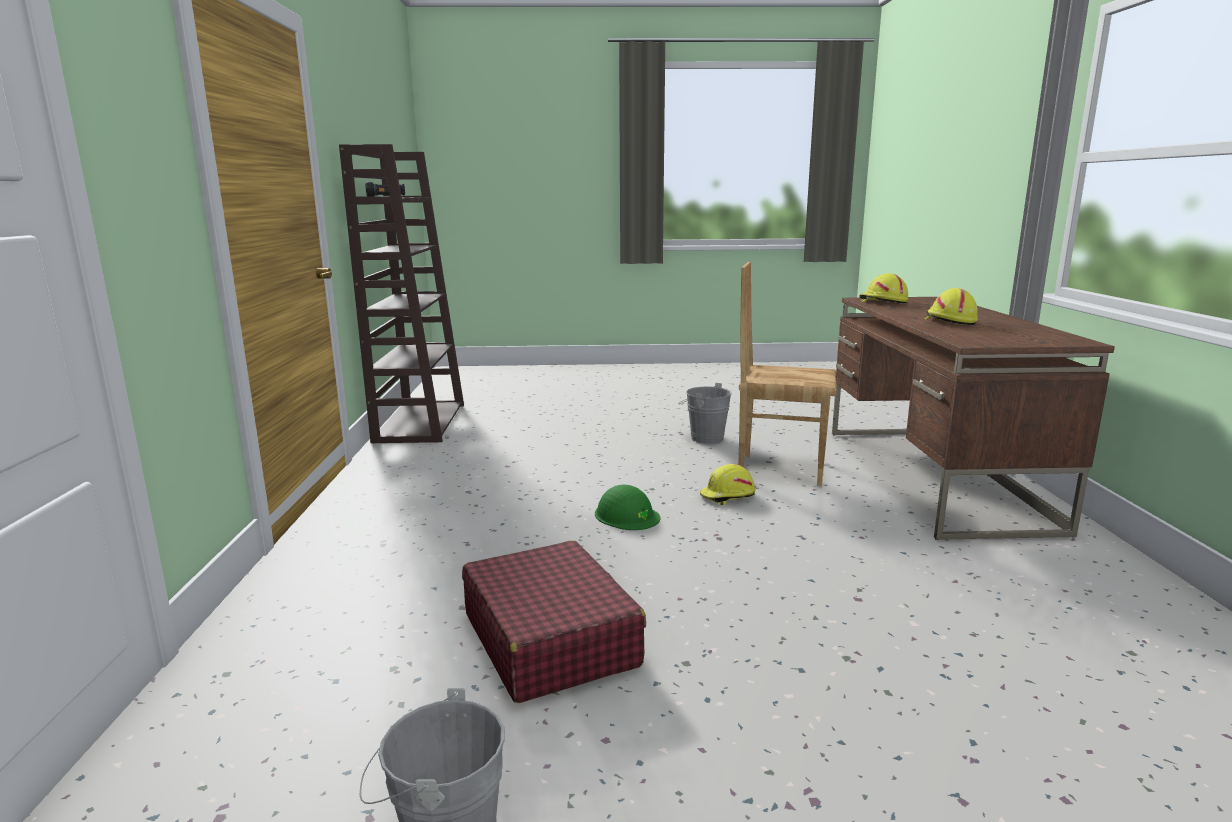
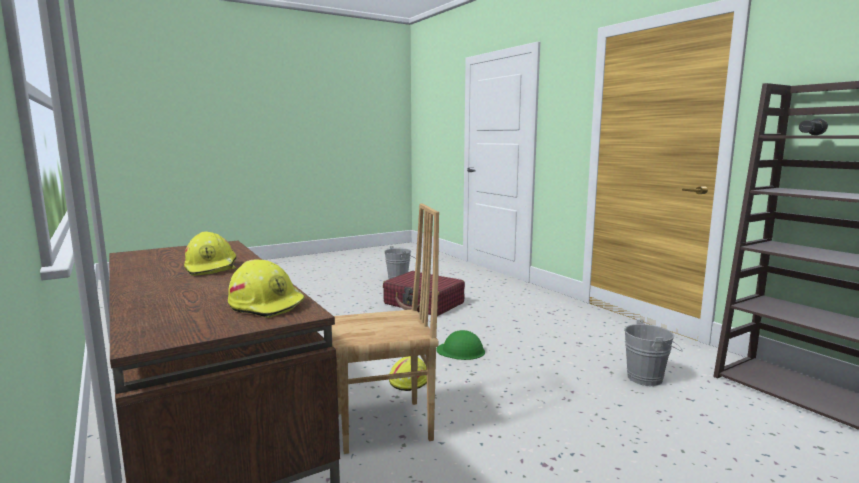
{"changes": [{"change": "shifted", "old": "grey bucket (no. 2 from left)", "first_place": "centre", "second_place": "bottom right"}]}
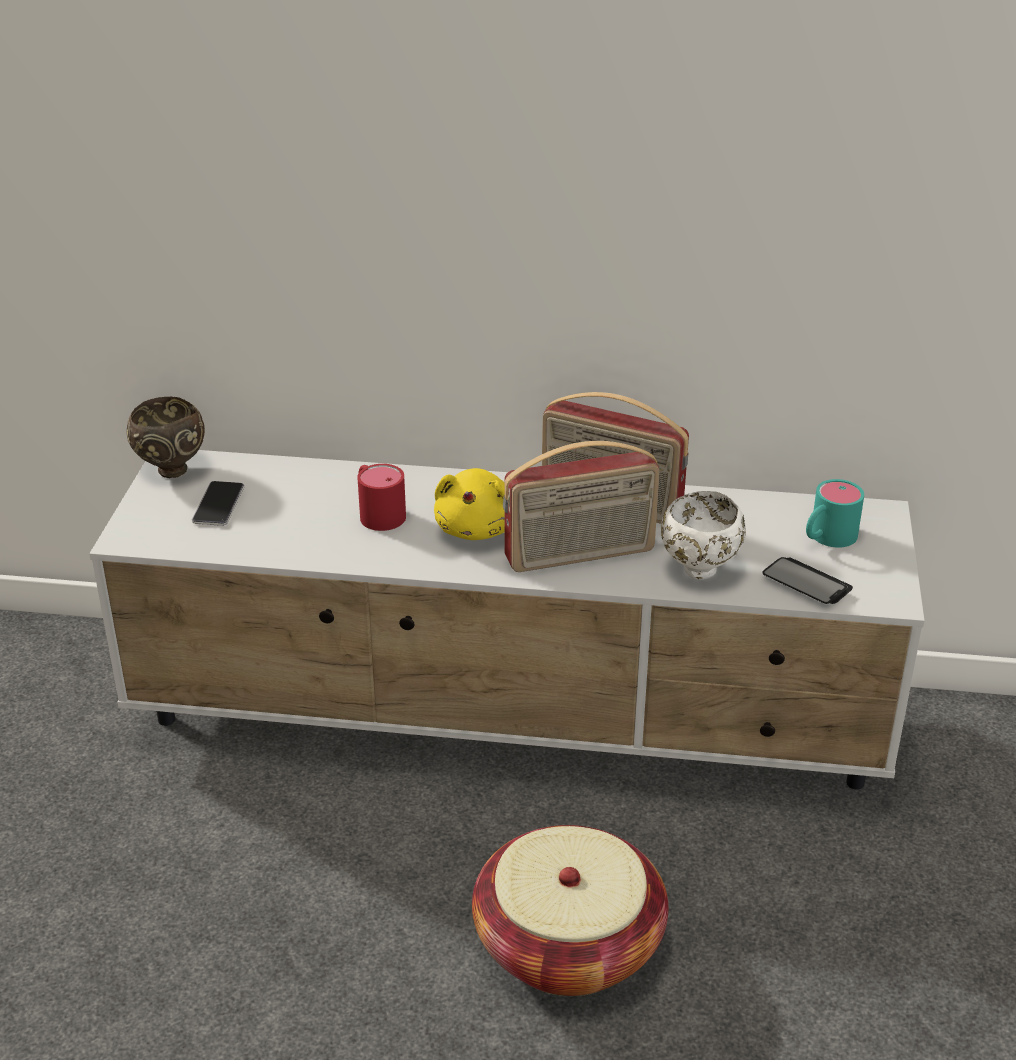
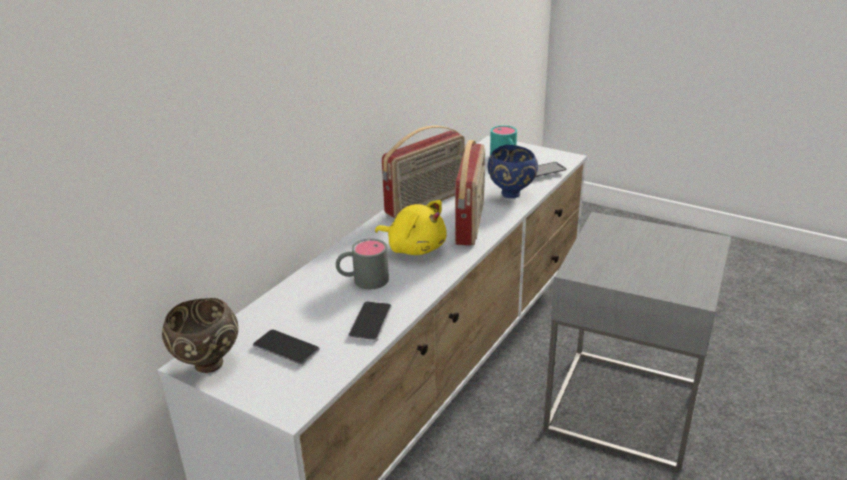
{"changes": [{"change": "repainted", "old": "red mug", "new": "grey mug", "first_place": "centre", "second_place": "centre"}, {"change": "new", "new": "phone (no. 2 from left)", "second_place": "bottom centre"}, {"change": "repainted", "old": "white bowl", "new": "blue bowl", "first_place": "middle right", "second_place": "centre"}, {"change": "swapped", "old": "basket", "new": "grey side table", "first_place": "bottom centre", "second_place": "bottom right"}]}
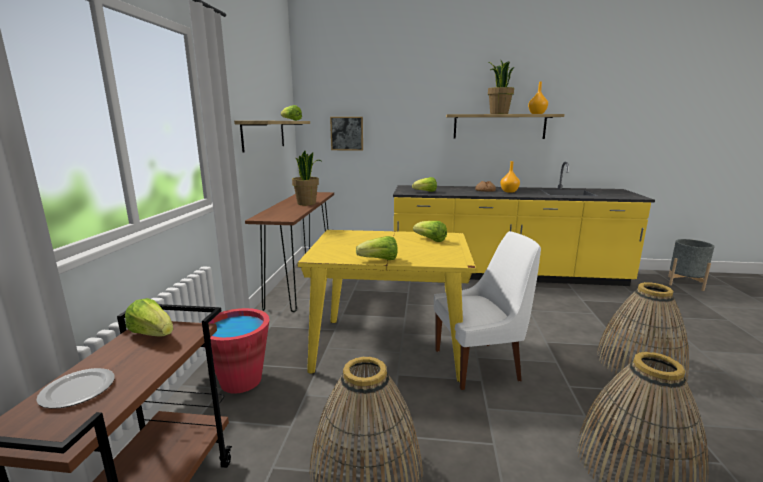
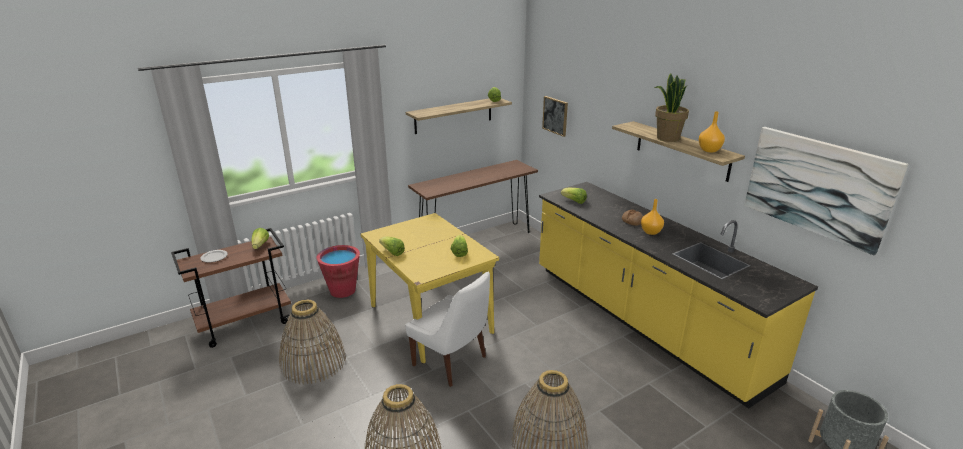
{"changes": [{"change": "new", "new": "picture (no. 2 from left)", "second_place": "middle right"}, {"change": "gone", "old": "potted plant (no. 1 from left)", "first_place": "centre"}]}
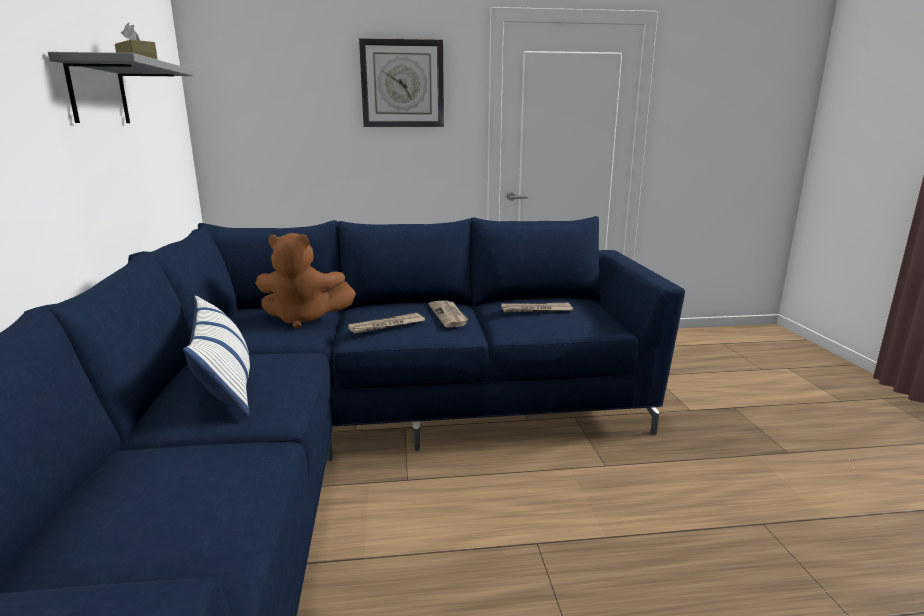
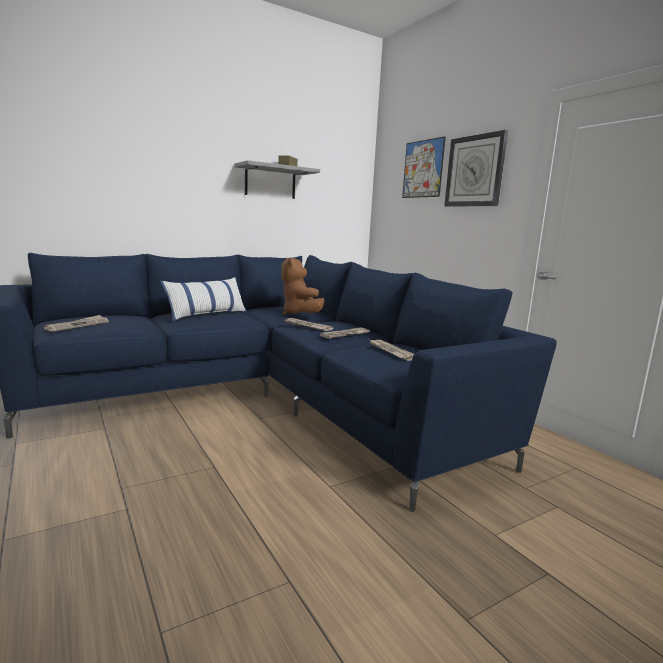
{"changes": [{"change": "new", "new": "newspaper (no. 1 from left)", "second_place": "middle left"}, {"change": "new", "new": "picture", "second_place": "top centre"}]}
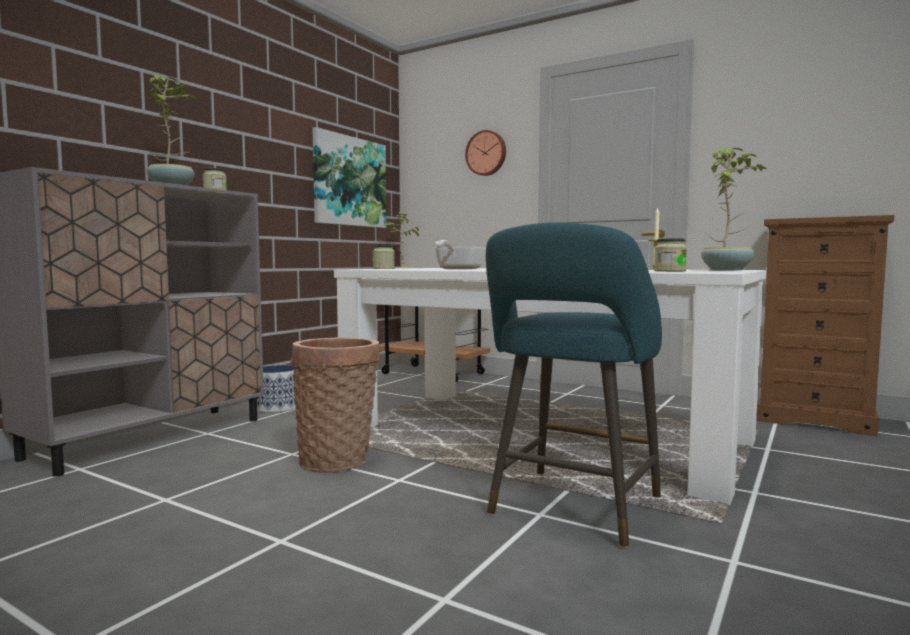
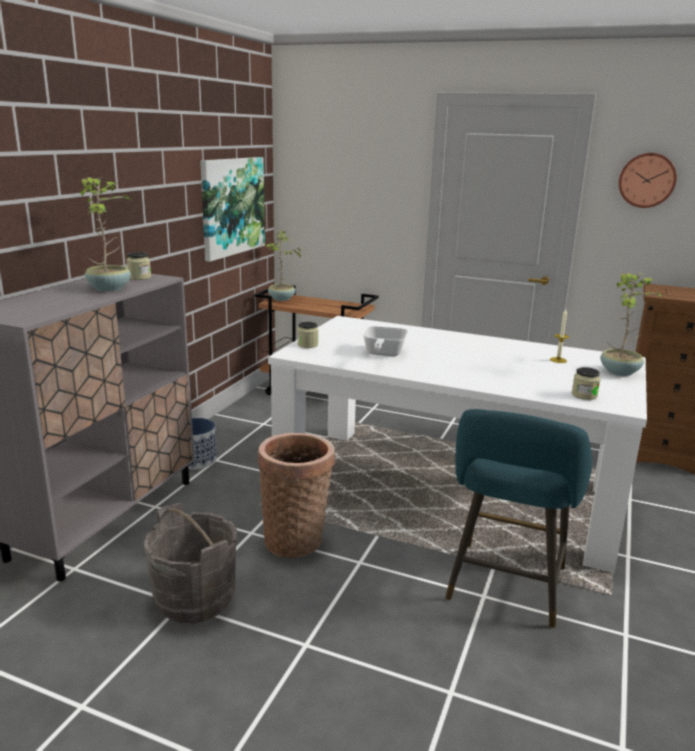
{"changes": [{"change": "new", "new": "grey bucket", "second_place": "bottom left"}, {"change": "shifted", "old": "wall clock", "first_place": "top centre", "second_place": "top right"}]}
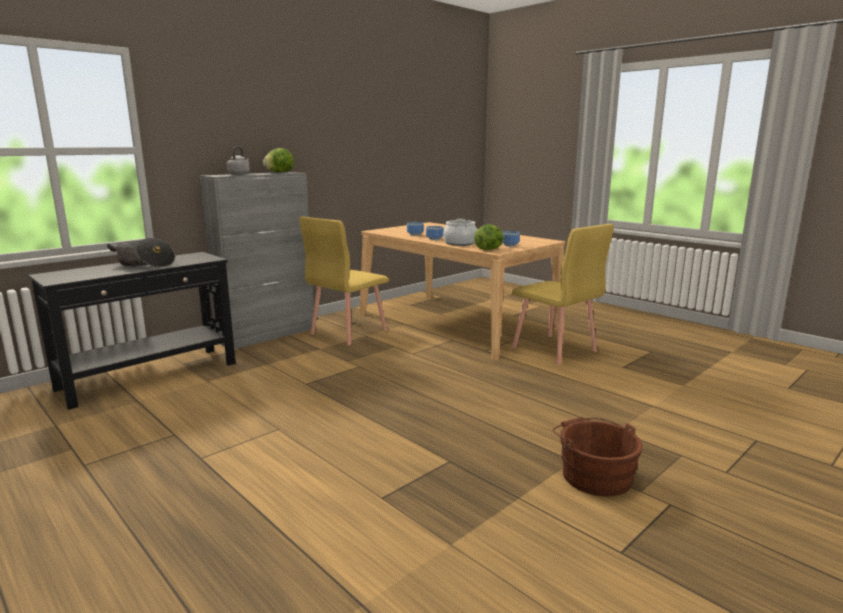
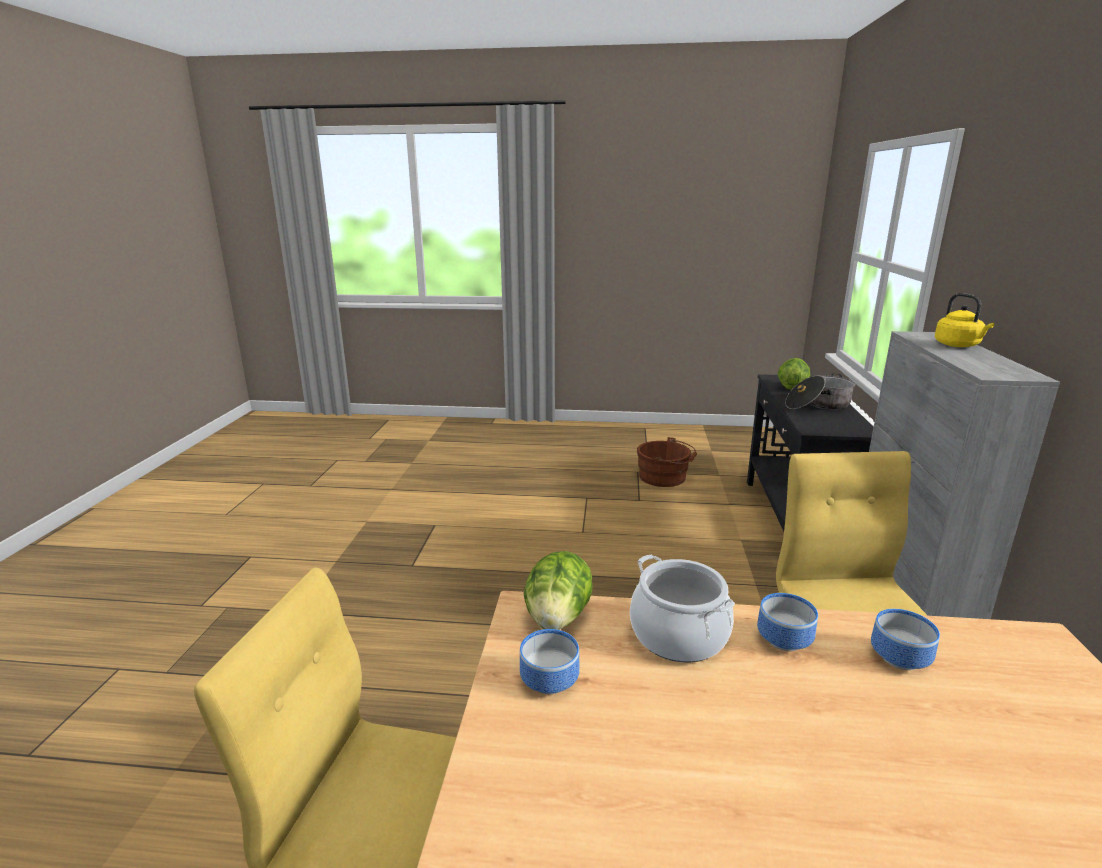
{"changes": [{"change": "shifted", "old": "brown bucket", "first_place": "bottom right", "second_place": "centre"}, {"change": "shifted", "old": "lettuce (no. 1 from left in the first image)", "new": "lettuce (no. 2 from left)", "first_place": "top left", "second_place": "middle right"}, {"change": "repainted", "old": "grey kettle", "new": "yellow kettle", "first_place": "top left", "second_place": "middle right"}]}
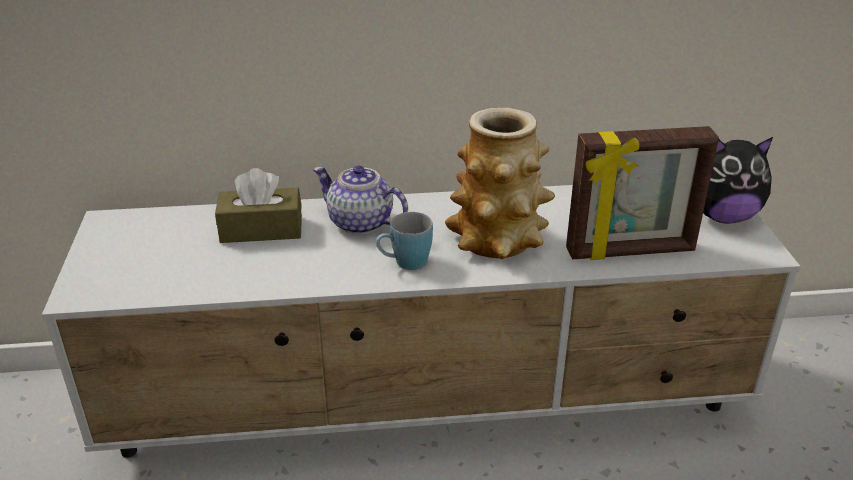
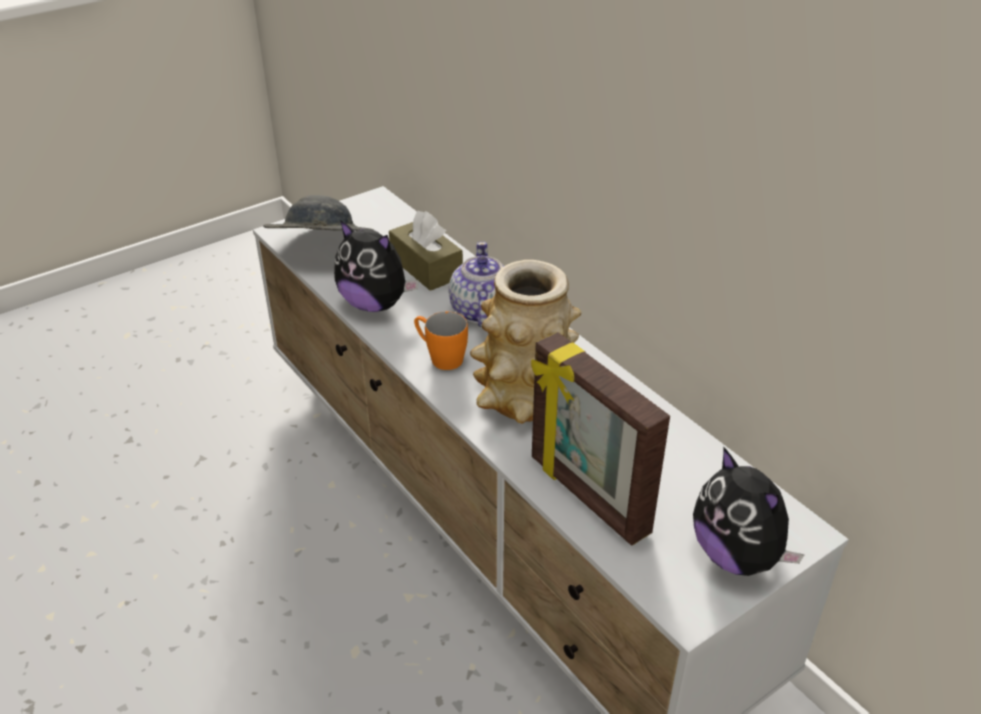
{"changes": [{"change": "new", "new": "grey hat", "second_place": "top left"}, {"change": "new", "new": "plush toy (no. 1 from left)", "second_place": "centre"}, {"change": "repainted", "old": "blue mug", "new": "orange mug", "first_place": "centre", "second_place": "centre"}]}
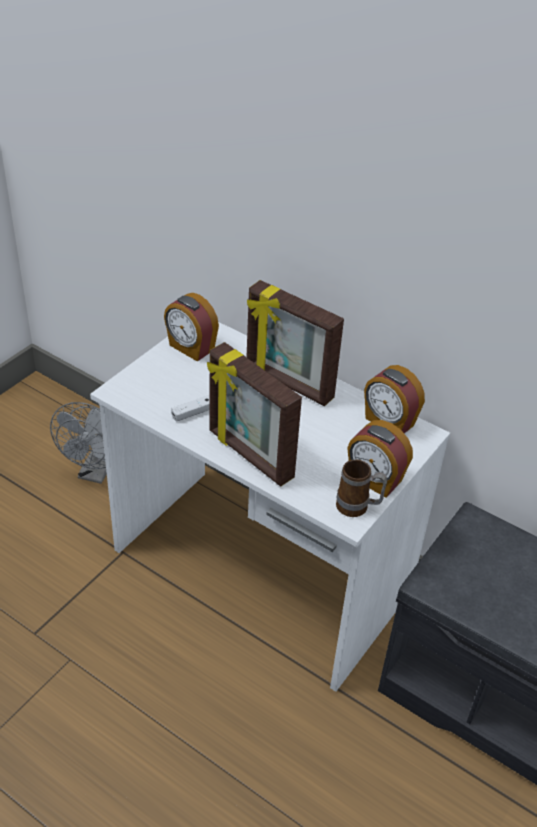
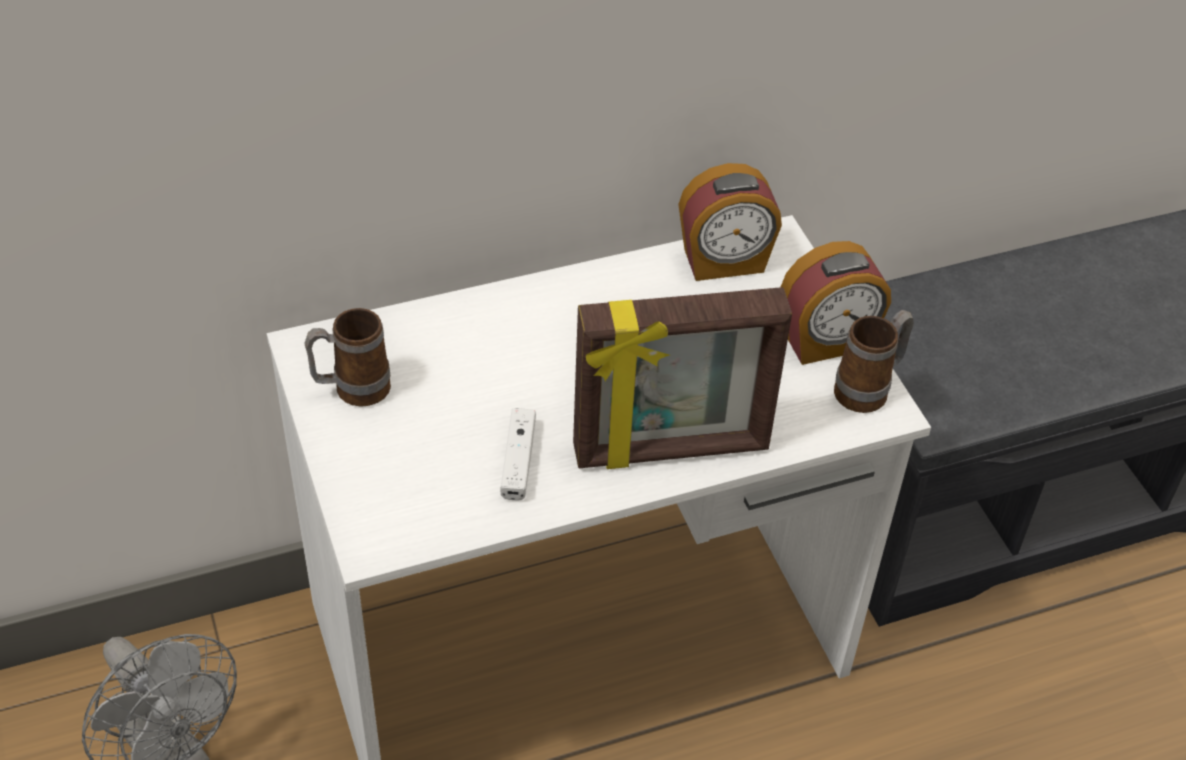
{"changes": [{"change": "swapped", "old": "alarm clock (no. 1 from left)", "new": "mug (no. 1 from left)", "first_place": "centre", "second_place": "middle left"}, {"change": "gone", "old": "picture frame (no. 2 from left)", "first_place": "centre"}]}
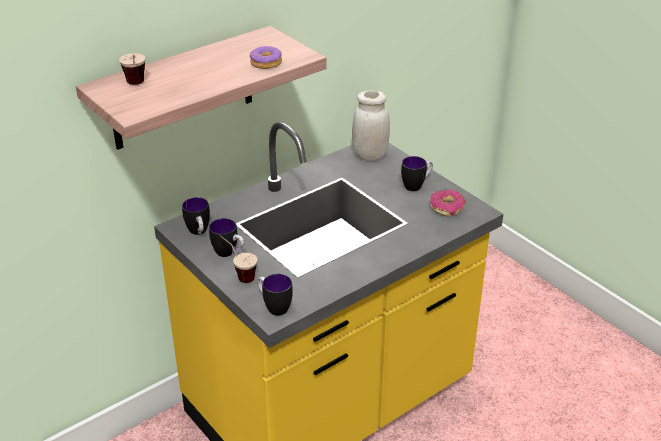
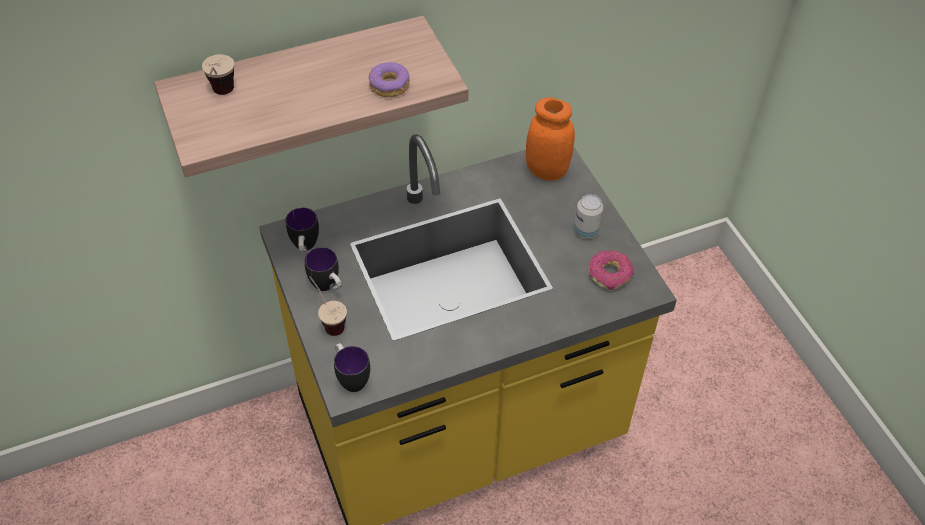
{"changes": [{"change": "repainted", "old": "white jar", "new": "orange jar", "first_place": "top centre", "second_place": "top centre"}, {"change": "swapped", "old": "mug (no. 4 from left)", "new": "can", "first_place": "centre", "second_place": "centre"}]}
